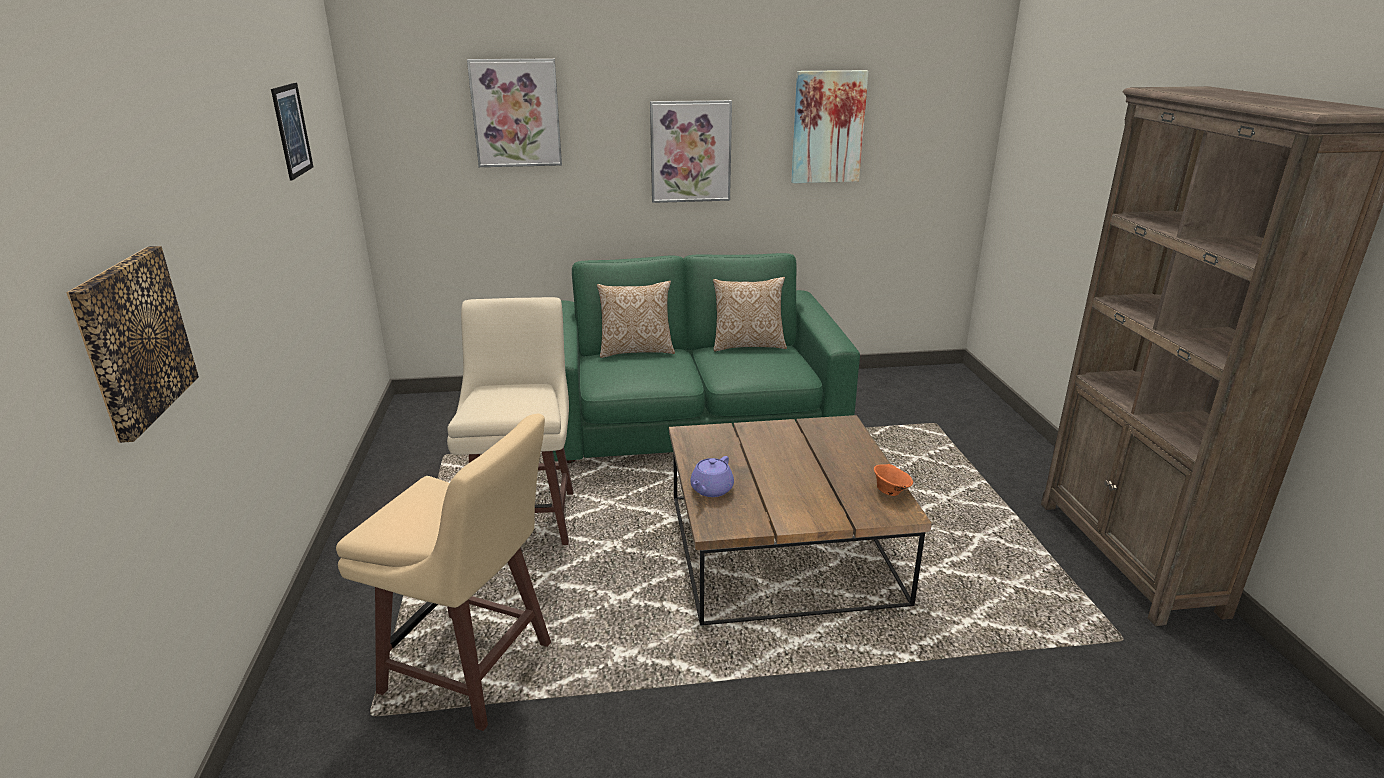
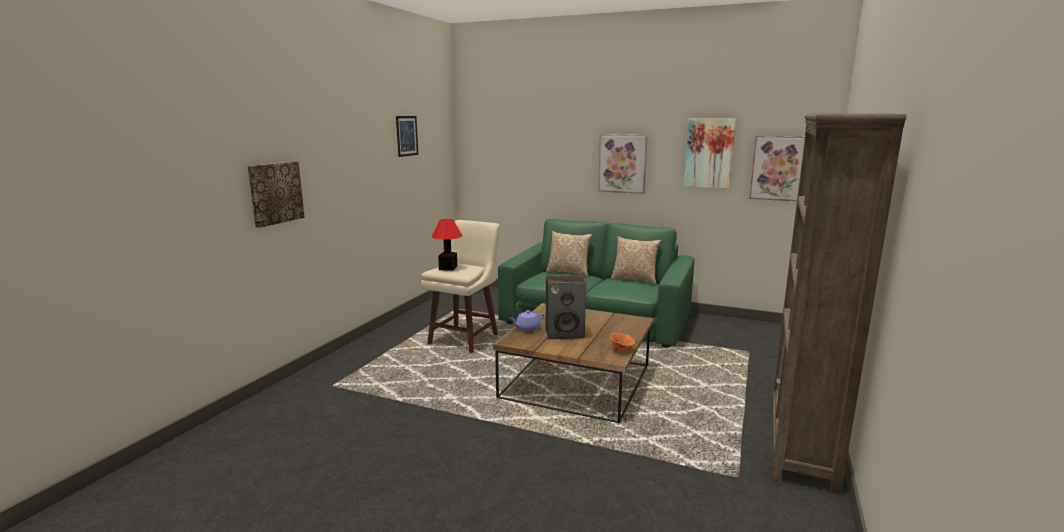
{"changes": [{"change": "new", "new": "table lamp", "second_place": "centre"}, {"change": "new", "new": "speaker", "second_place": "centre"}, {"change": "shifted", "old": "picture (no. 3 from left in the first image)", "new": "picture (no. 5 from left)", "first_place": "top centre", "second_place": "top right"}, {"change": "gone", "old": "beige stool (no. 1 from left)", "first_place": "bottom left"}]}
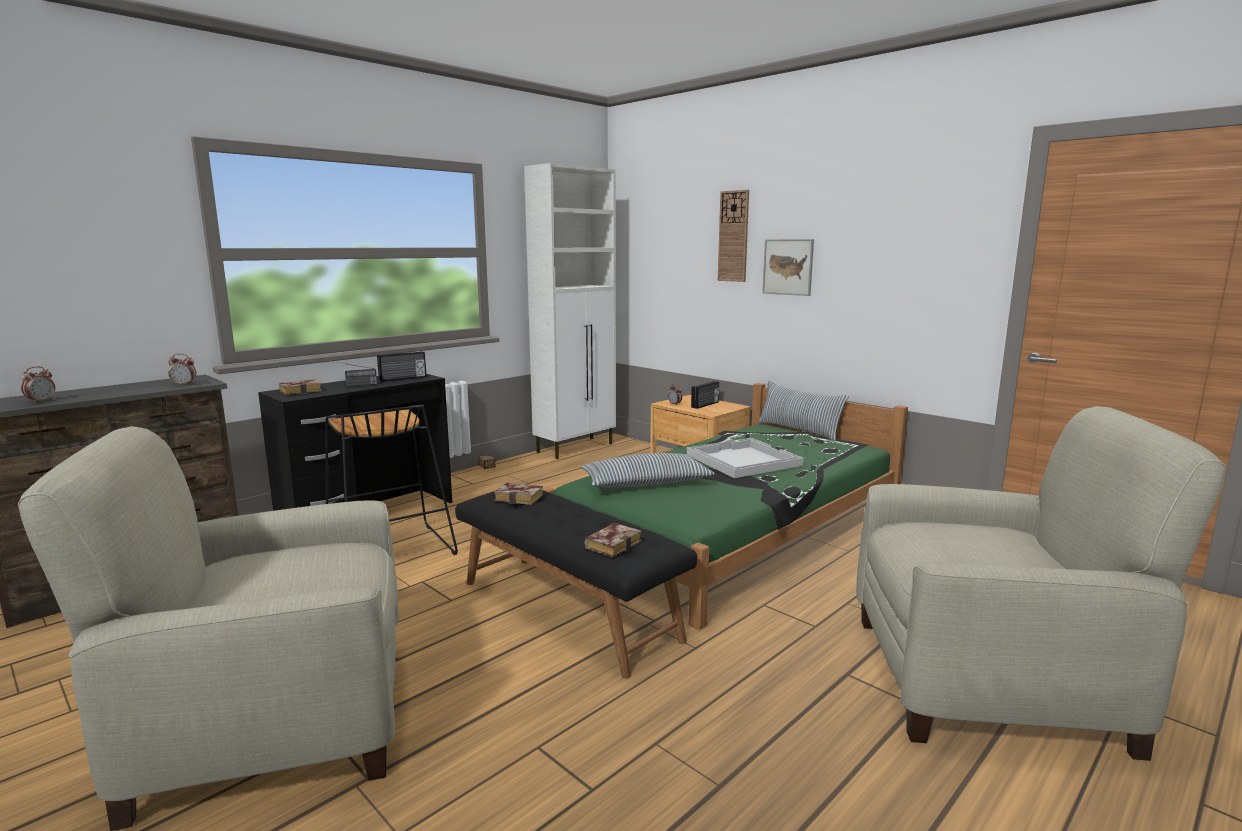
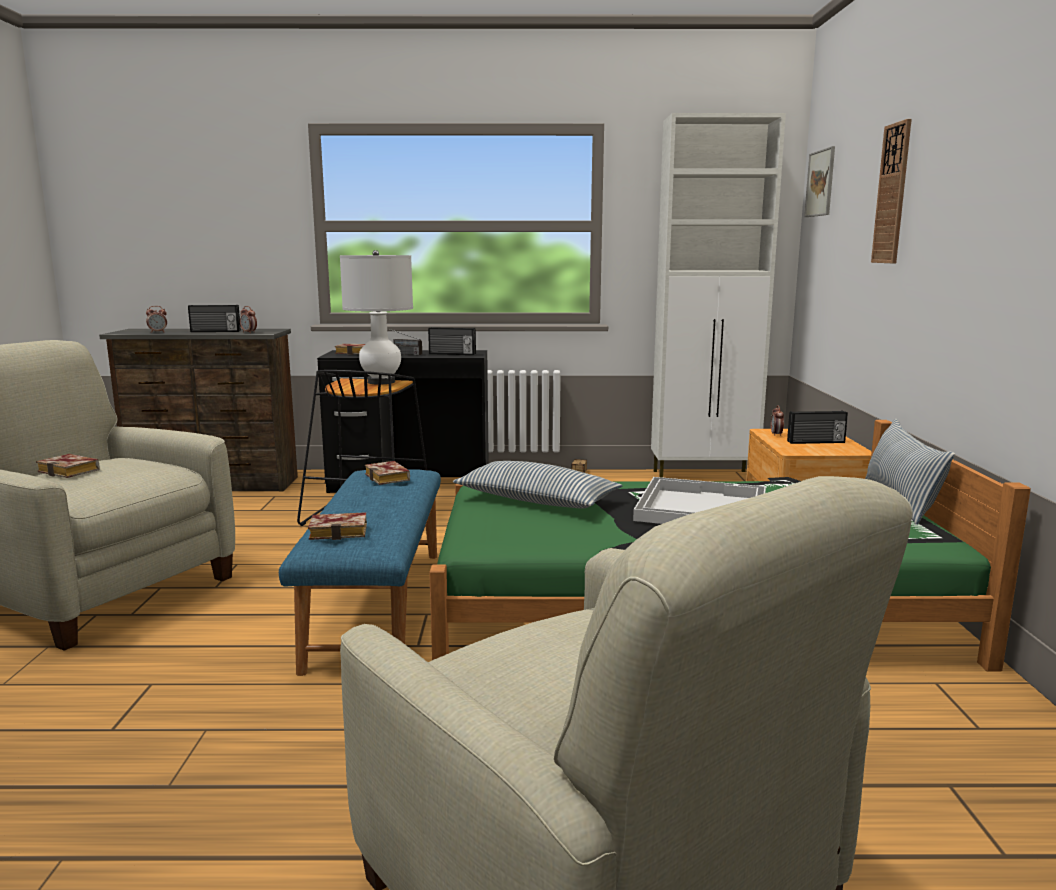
{"changes": [{"change": "new", "new": "book (no. 1 from left)", "second_place": "middle left"}, {"change": "new", "new": "radio (no. 1 from left)", "second_place": "middle left"}, {"change": "repainted", "old": "black bench", "new": "blue bench", "first_place": "bottom centre", "second_place": "centre"}, {"change": "new", "new": "white table lamp", "second_place": "centre"}, {"change": "shifted", "old": "picture", "first_place": "top centre", "second_place": "top right"}]}
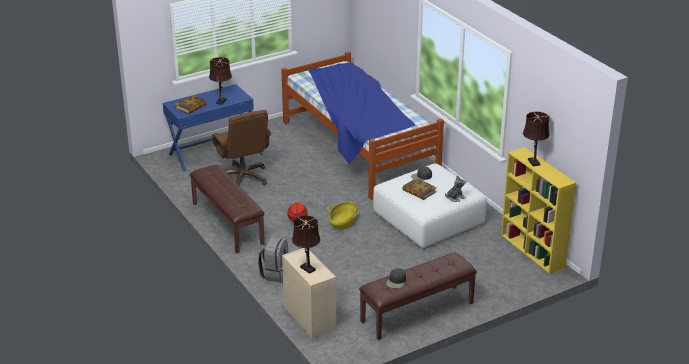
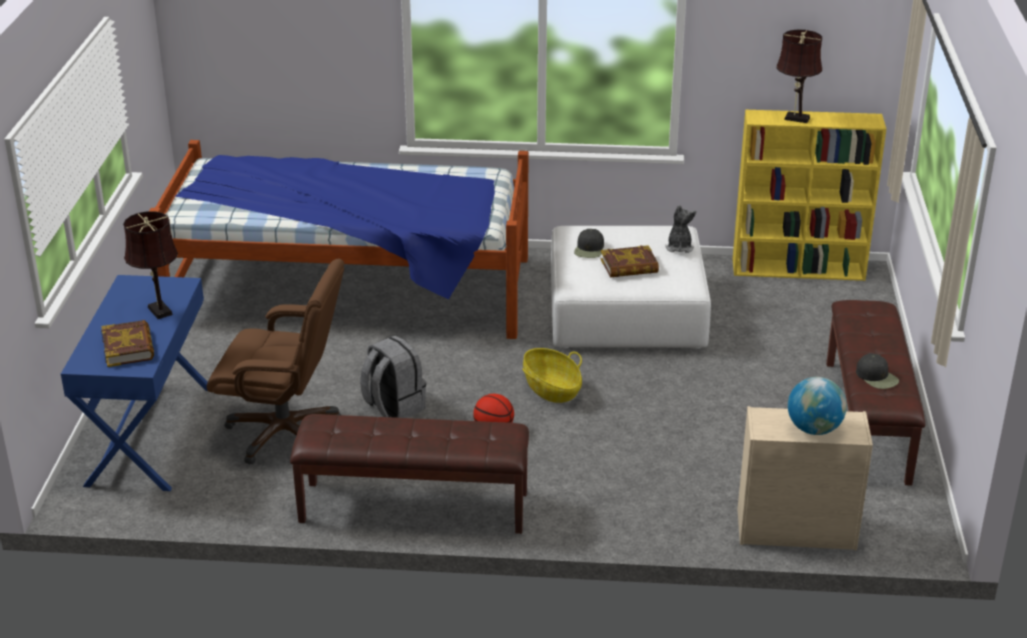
{"changes": [{"change": "shifted", "old": "grey backpack", "first_place": "bottom centre", "second_place": "centre"}, {"change": "swapped", "old": "brown table lamp (no. 2 from left)", "new": "globe", "first_place": "bottom centre", "second_place": "middle right"}]}
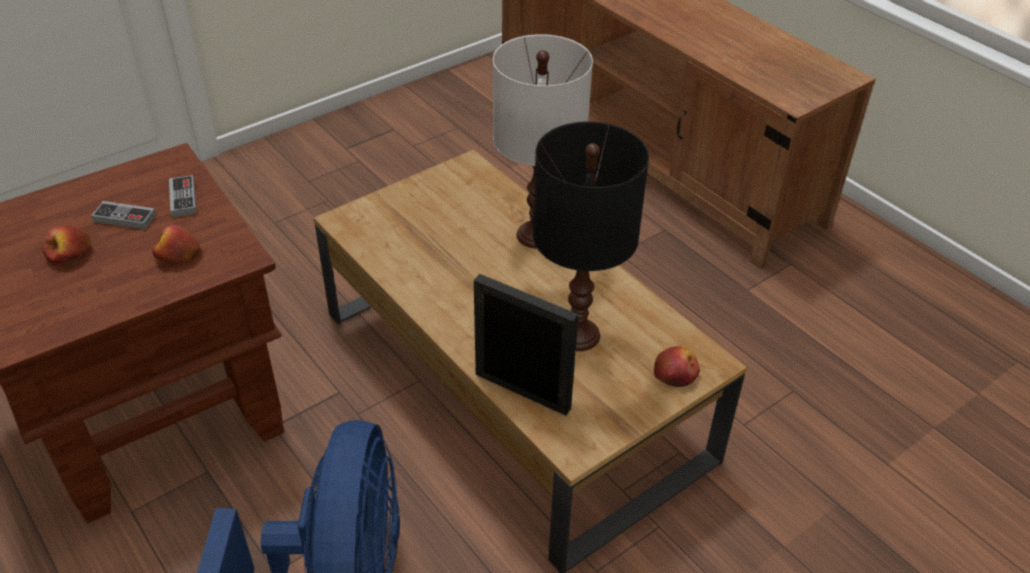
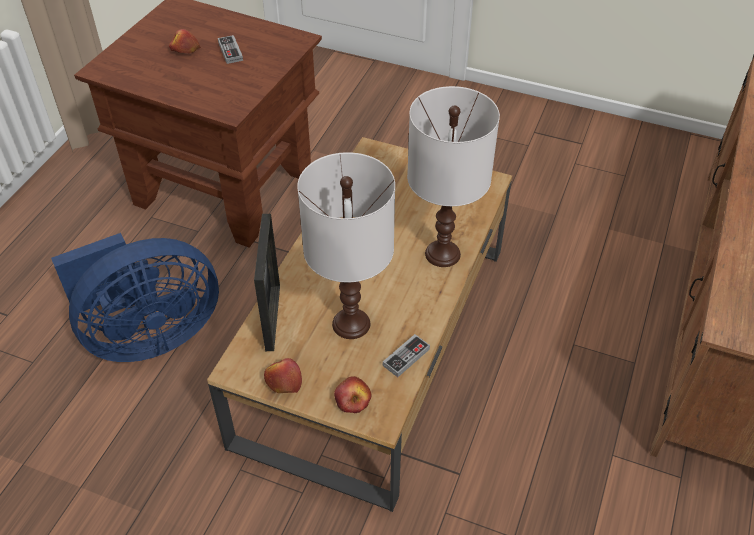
{"changes": [{"change": "shifted", "old": "apple (no. 2 from left)", "first_place": "middle left", "second_place": "bottom centre"}, {"change": "repainted", "old": "black table lamp", "new": "white table lamp (no. 1 from left)", "first_place": "centre", "second_place": "centre"}, {"change": "shifted", "old": "game controller (no. 2 from left)", "first_place": "middle left", "second_place": "centre"}]}
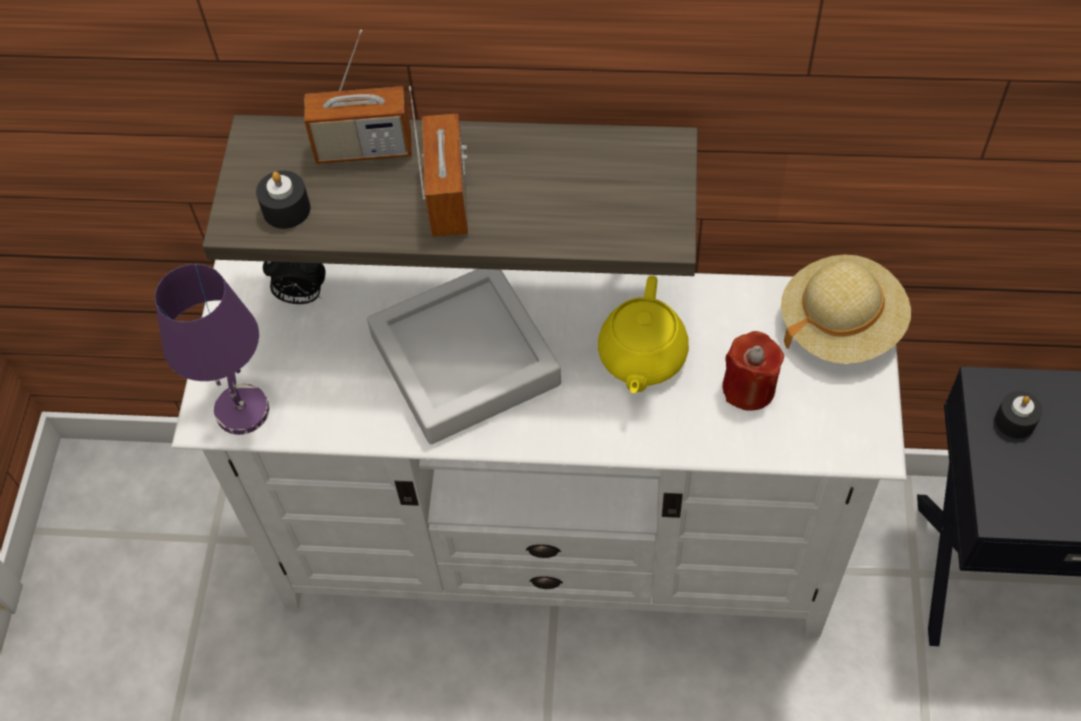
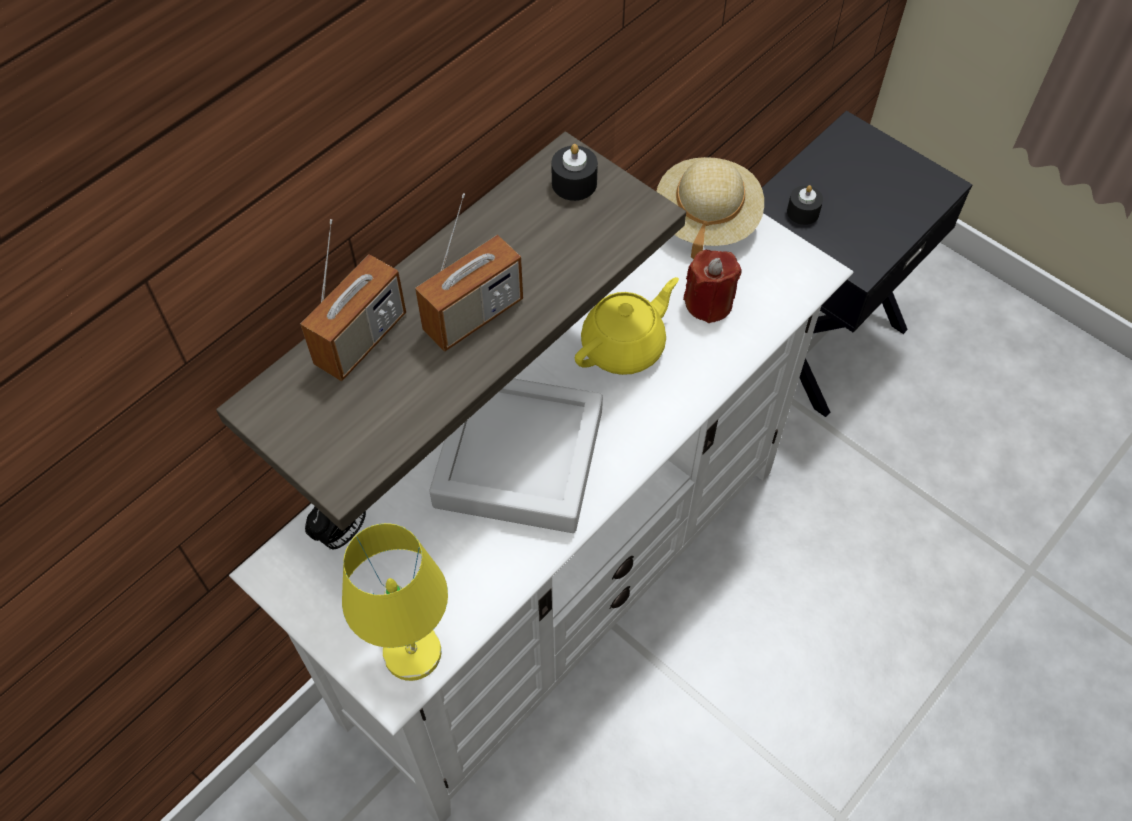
{"changes": [{"change": "repainted", "old": "purple table lamp", "new": "yellow table lamp", "first_place": "middle left", "second_place": "bottom centre"}, {"change": "rotated", "old": "radio (no. 2 from left)", "first_place": "top centre", "second_place": "top centre", "degrees": 105}, {"change": "shifted", "old": "black candle (no. 1 from left)", "first_place": "top left", "second_place": "top centre"}, {"change": "rotated", "old": "yellow teapot", "first_place": "centre", "second_place": "centre", "degrees": -90}]}
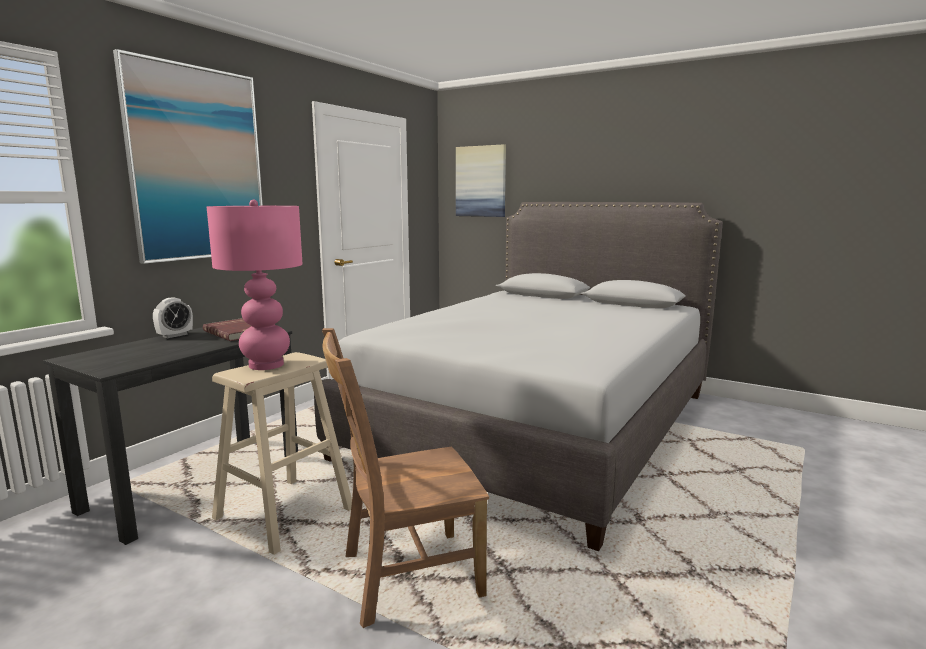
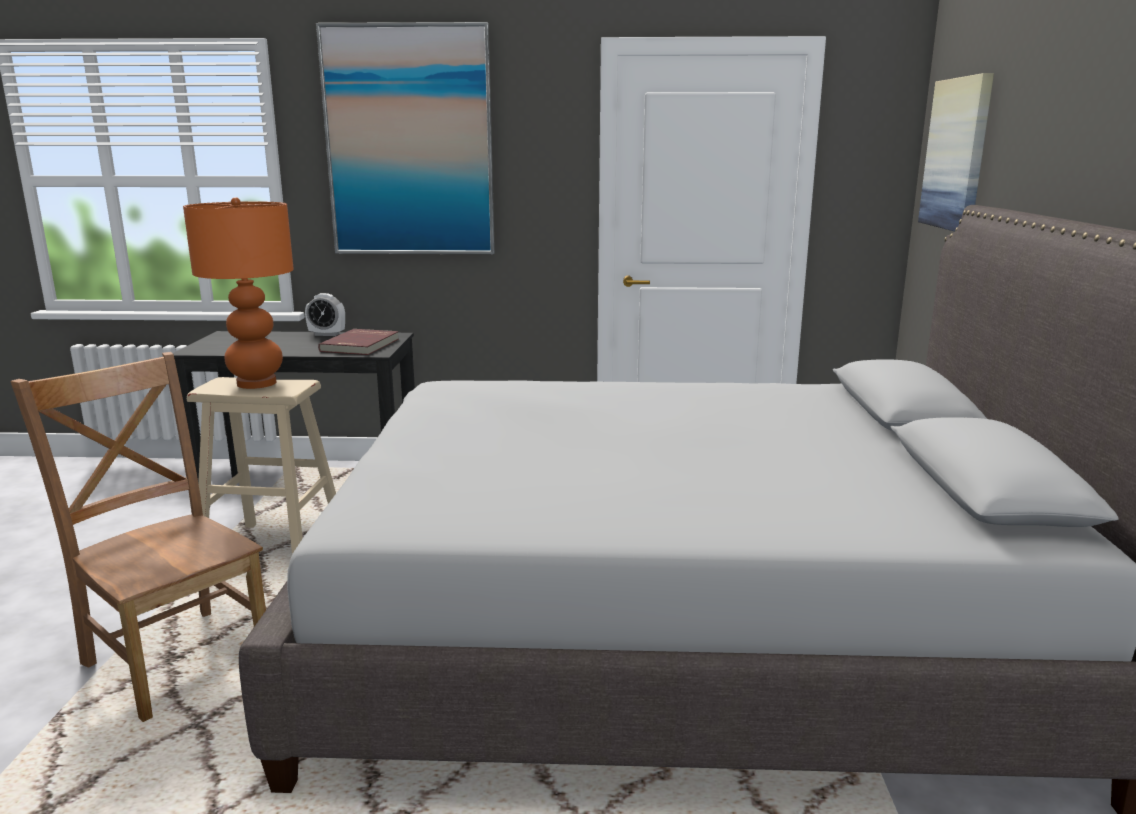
{"changes": [{"change": "repainted", "old": "pink table lamp", "new": "orange table lamp", "first_place": "middle left", "second_place": "middle left"}]}
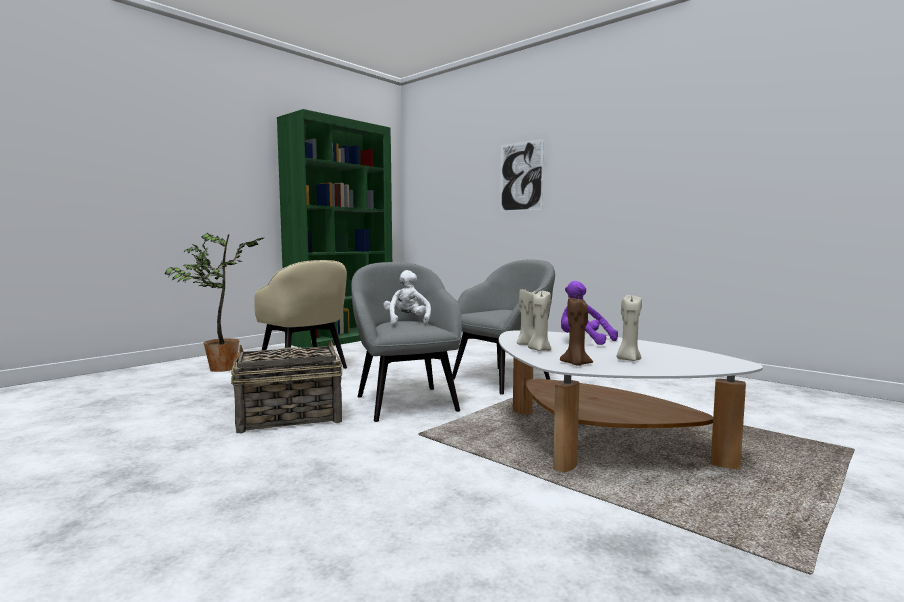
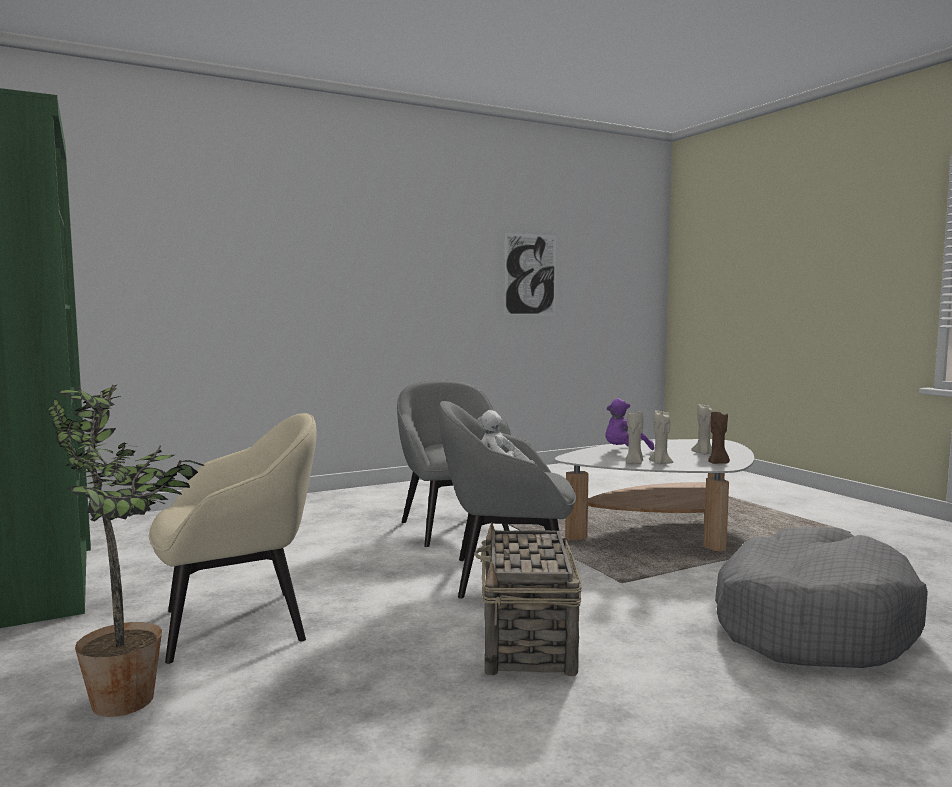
{"changes": [{"change": "shifted", "old": "picture", "first_place": "top centre", "second_place": "centre"}, {"change": "new", "new": "grey dog bed", "second_place": "bottom right"}]}
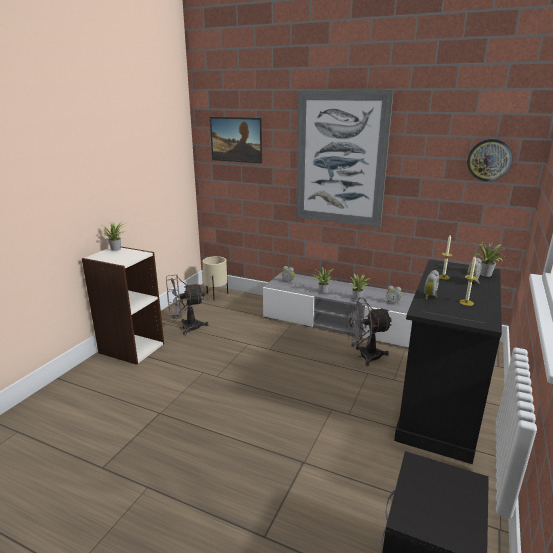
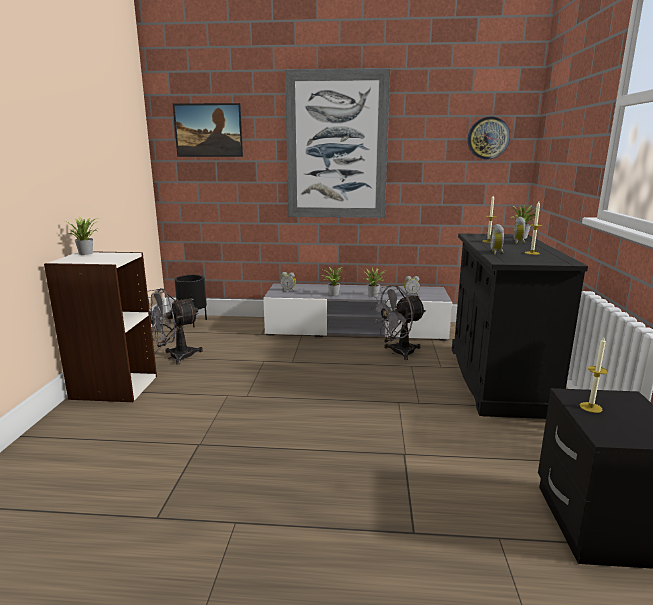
{"changes": [{"change": "repainted", "old": "beige planter", "new": "black planter", "first_place": "centre", "second_place": "middle left"}, {"change": "new", "new": "candle (no. 3 from left)", "second_place": "middle right"}]}
